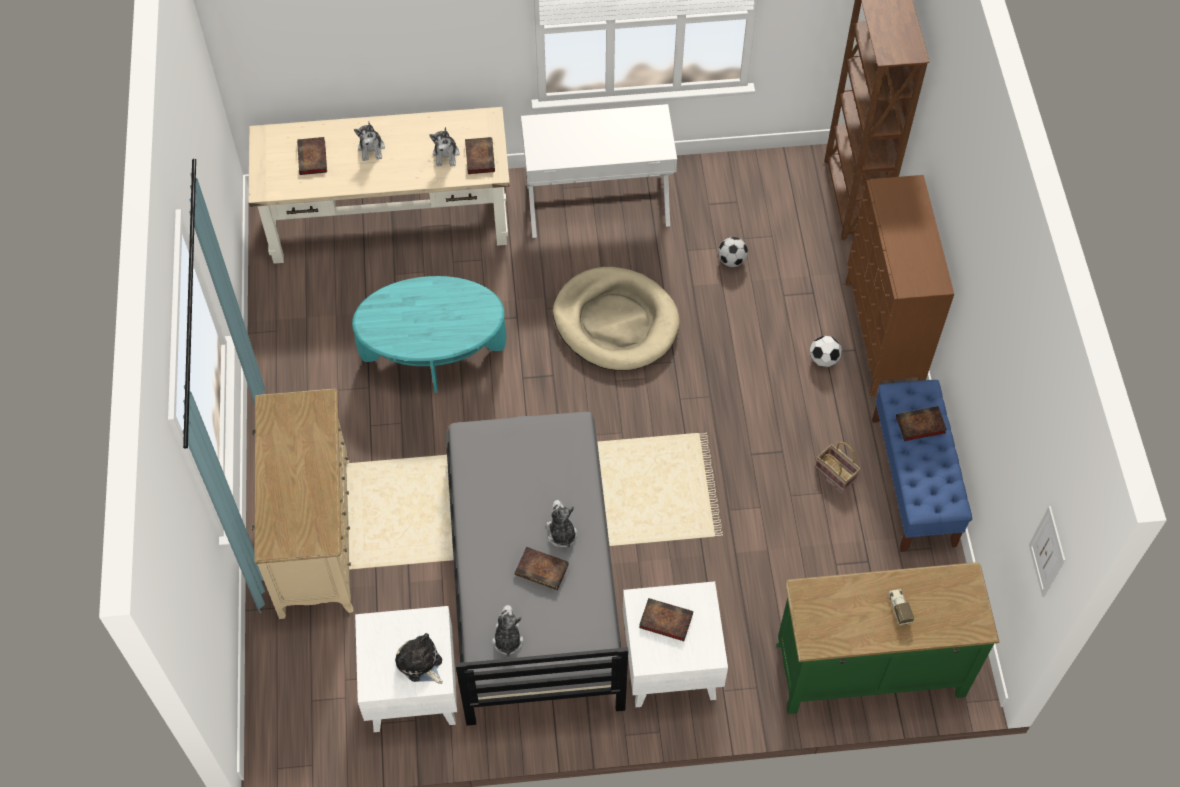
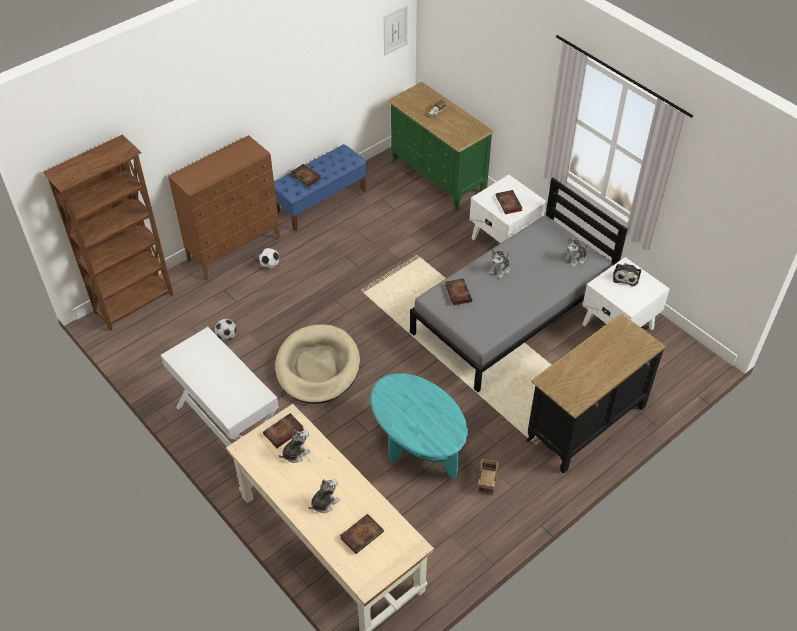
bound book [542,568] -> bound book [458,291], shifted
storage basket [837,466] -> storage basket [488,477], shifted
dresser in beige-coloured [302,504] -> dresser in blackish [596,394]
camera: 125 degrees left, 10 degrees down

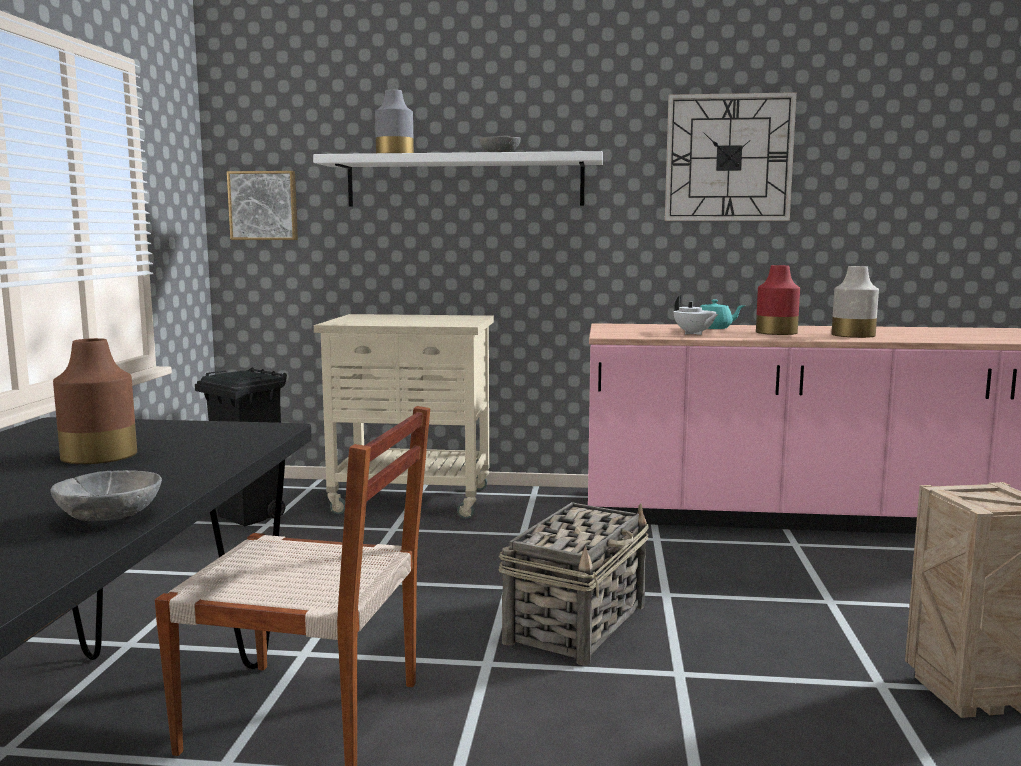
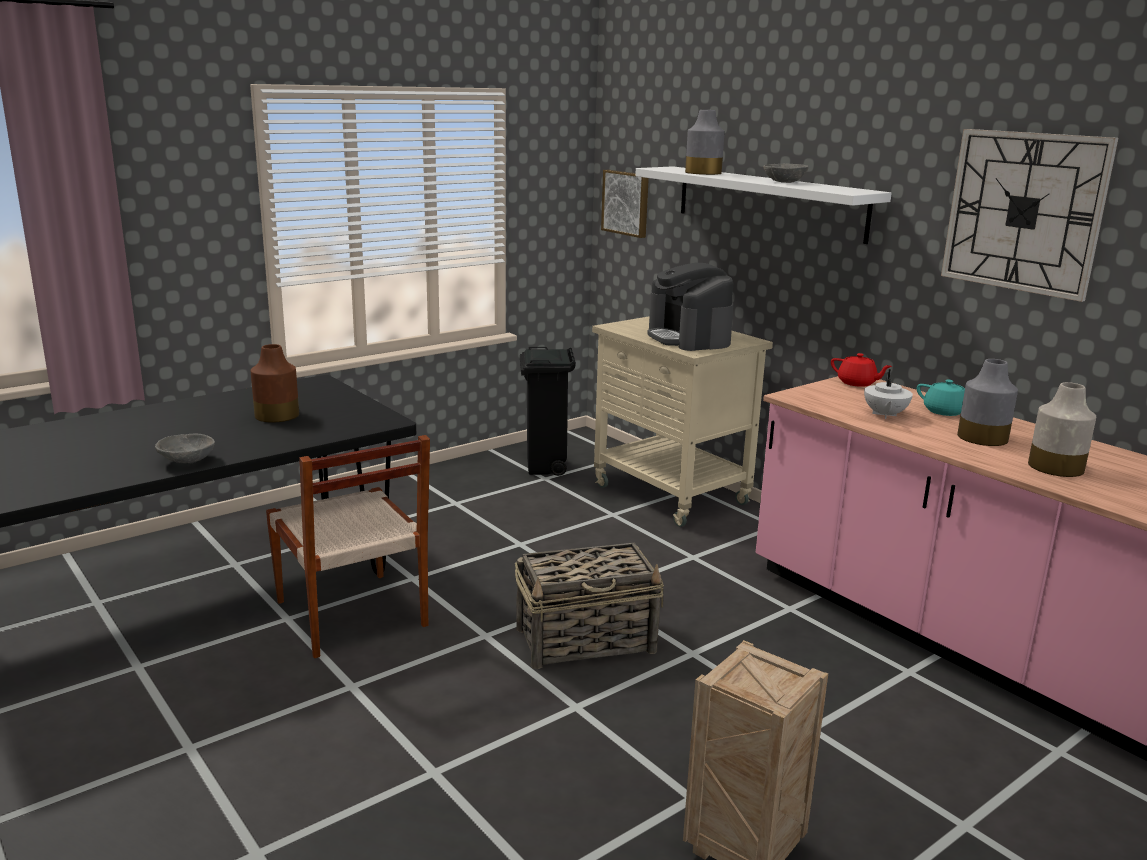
none -> coffee maker [690,307]
none -> teapot in reddish [861,370]
decorative vase in reddish [778,300] -> decorative vase in greyish [987,402]
camera: 45 degrees right, 10 degrees up

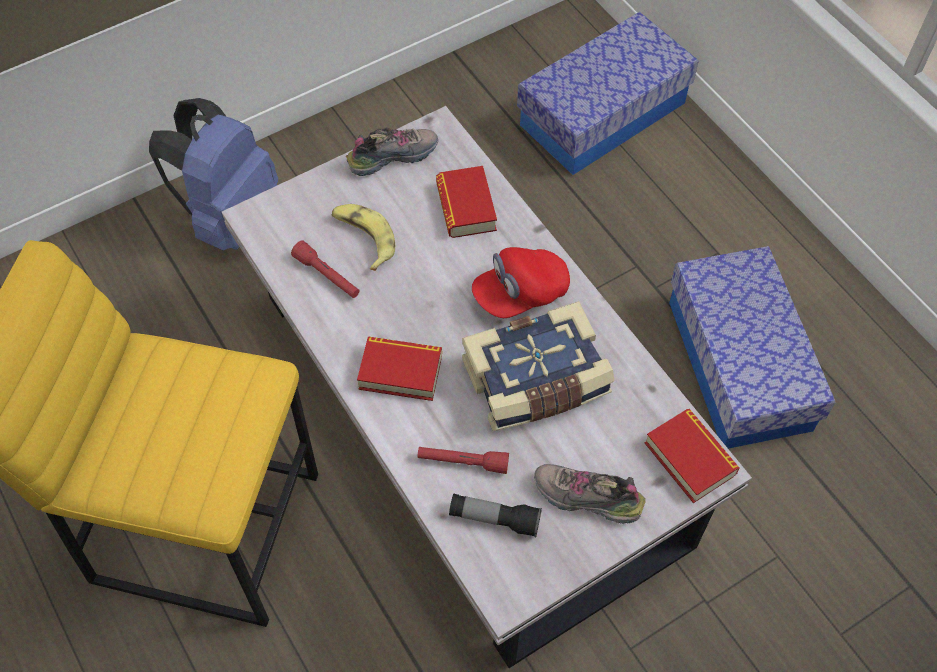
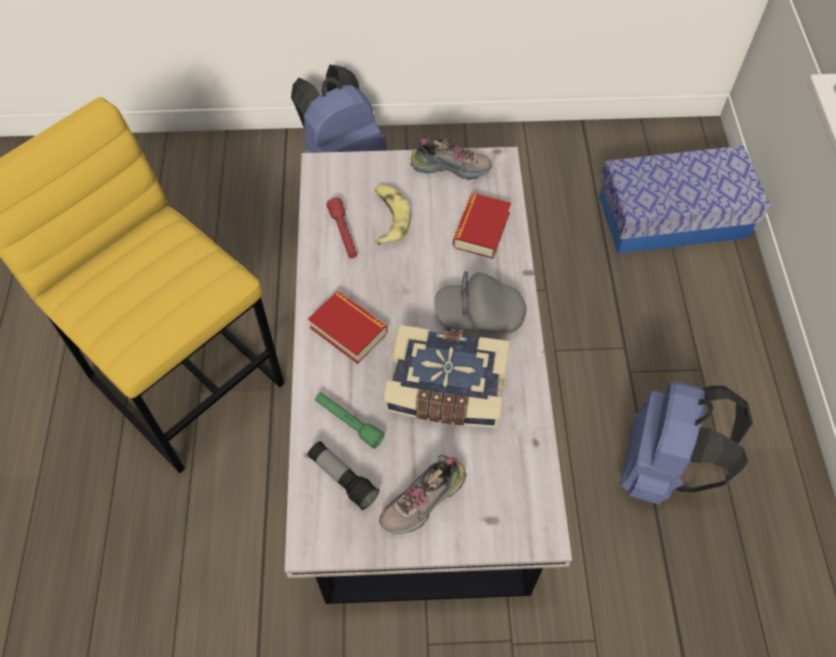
hand torch in reddish [463,460] -> hand torch in green [350,420]
item of footwear [590,494] -> item of footwear [423,494], 90 degrees counterclockwise
baseball cap in reddish [521,282] -> baseball cap in greyish [480,302]
storage bin [752,347] -> backpack in blue-coloured [686,443]
bound book [692,456] -> none
camera: 30 degrees right, 0 degrees up

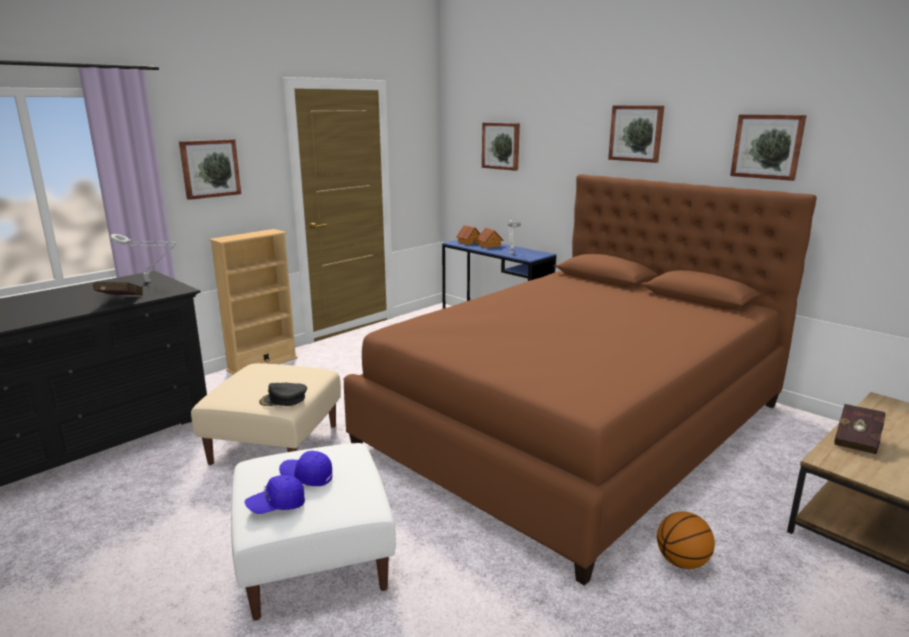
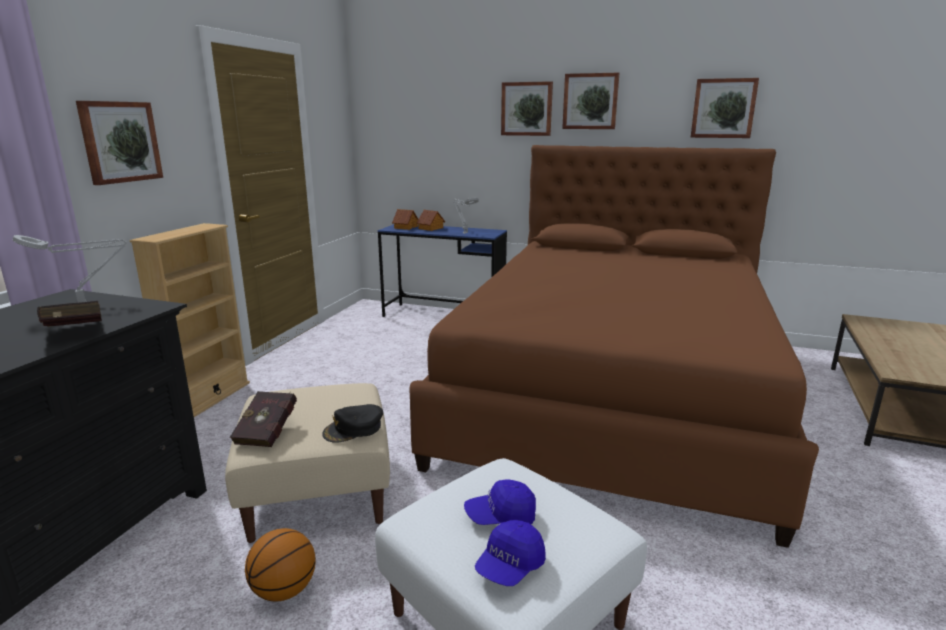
bound book in reddish [859,429] -> bound book in reddish [263,419], shifted
ball for basketball [686,540] -> ball for basketball [280,565], shifted
picture [501,146] -> picture [527,108], shifted
camera: 25 degrees left, 0 degrees up

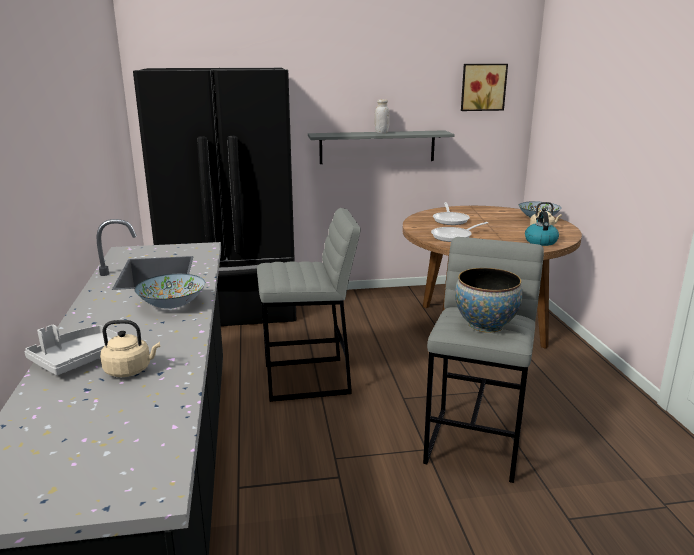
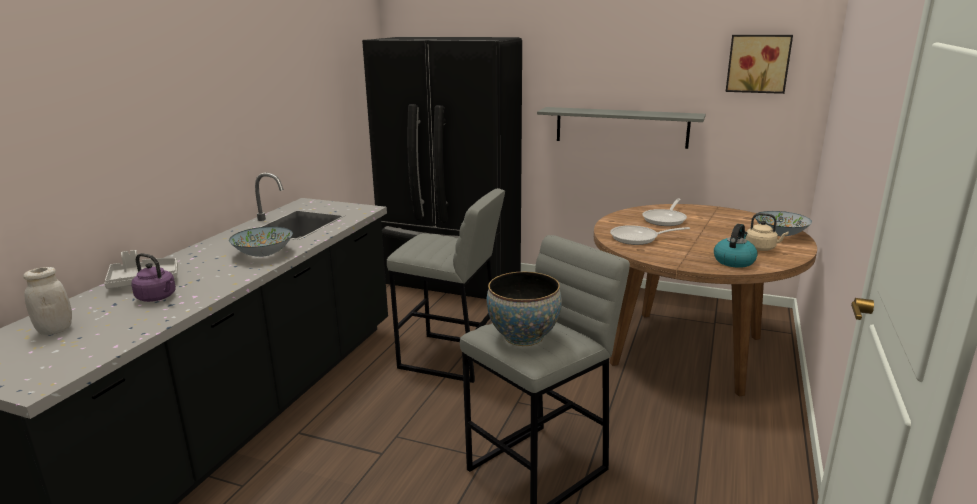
preserve jar in whitish [382,116] -> preserve jar in whitish [47,301], shifted
tea kettle in beige-coloured [130,348] -> tea kettle in purple-coloured [153,277]
camera: 30 degrees right, 0 degrees up

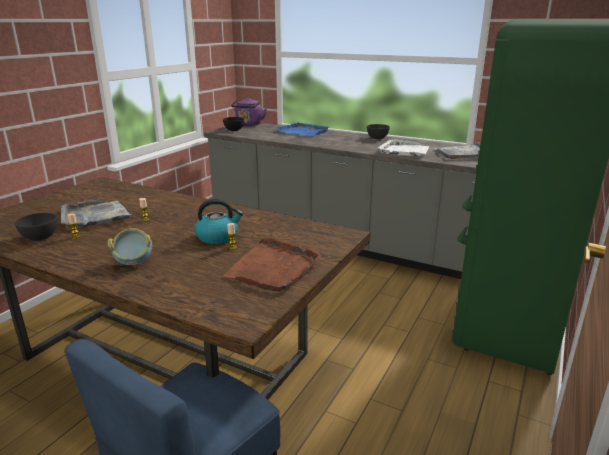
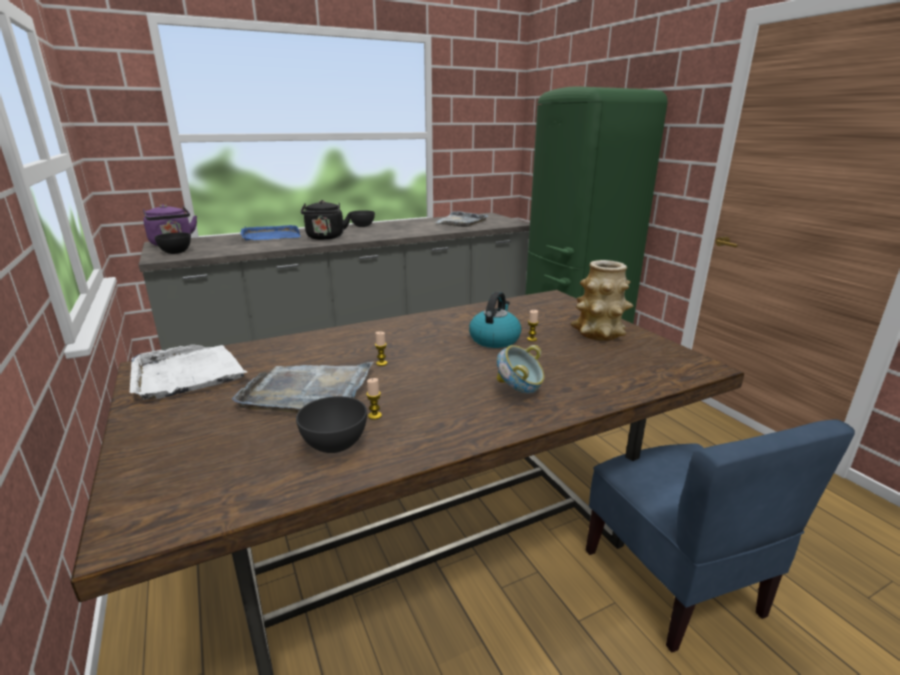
carrying tray in whitish [403,147] -> carrying tray in whitish [188,372], shifted
none -> tea kettle in blackish [326,220]
carrying tray in brown [272,264] -> decorative vase [602,300]
camera: 55 degrees left, 0 degrees up

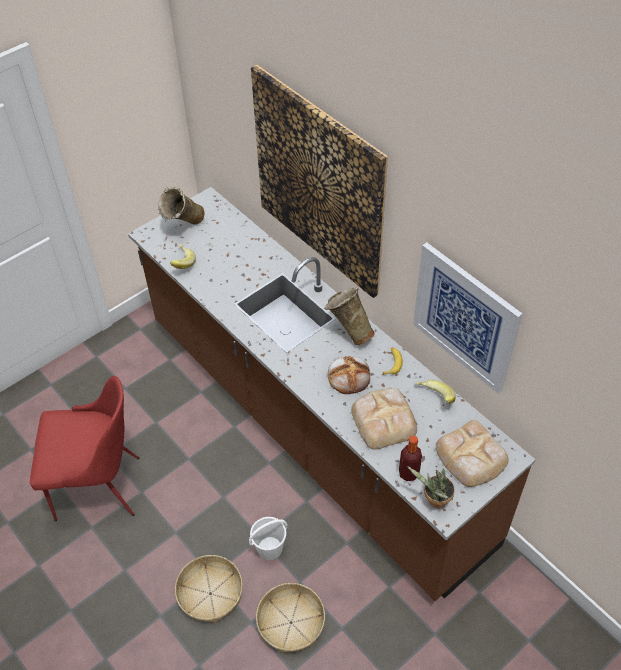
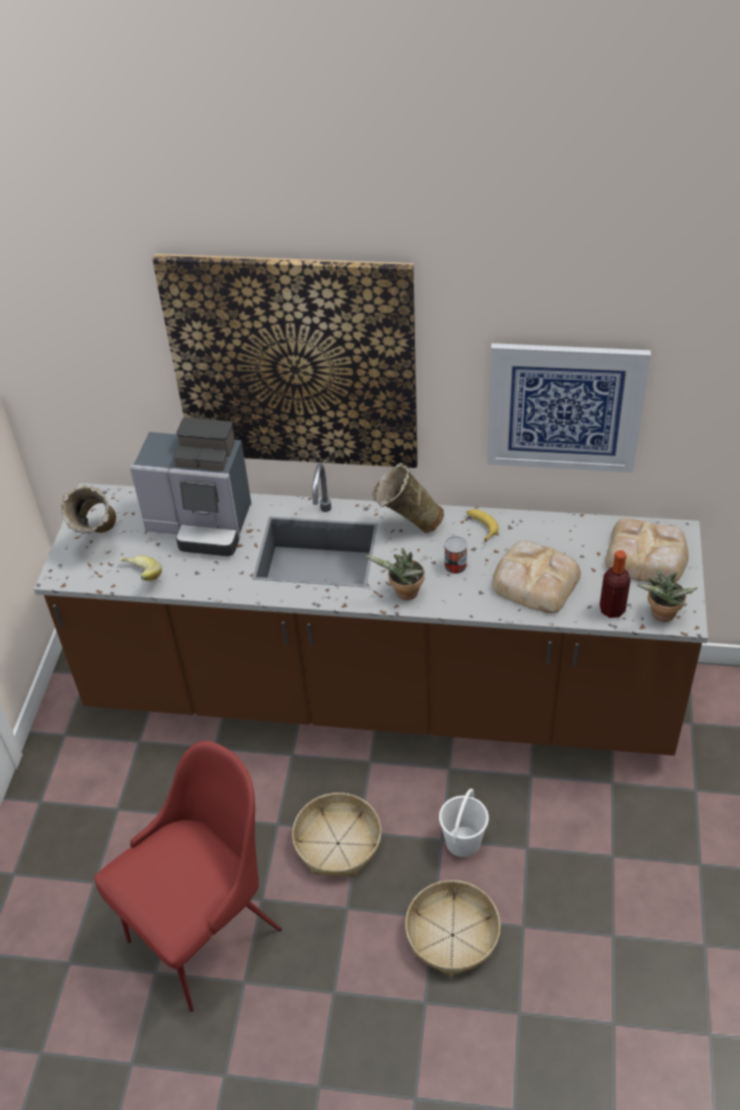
none -> coffee maker [190,486]
storage basket [290,618] -> storage basket [336,835], shifted
none -> houseplant [394,574]
baked bread [349,375] -> metal can [455,555]
banana fruit [436,392] -> none
camera: 40 degrees left, 5 degrees down

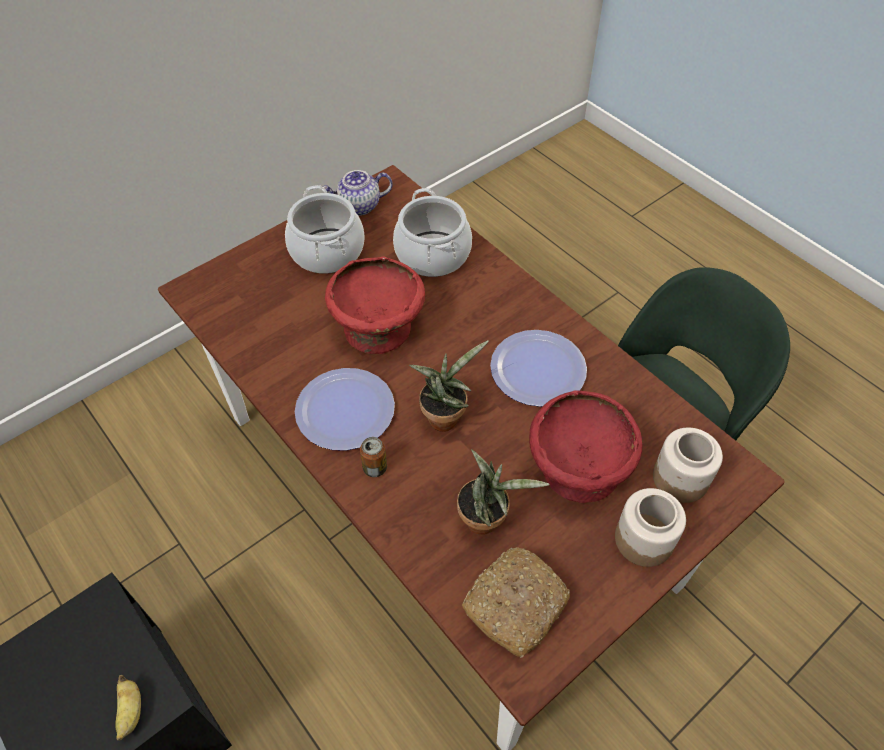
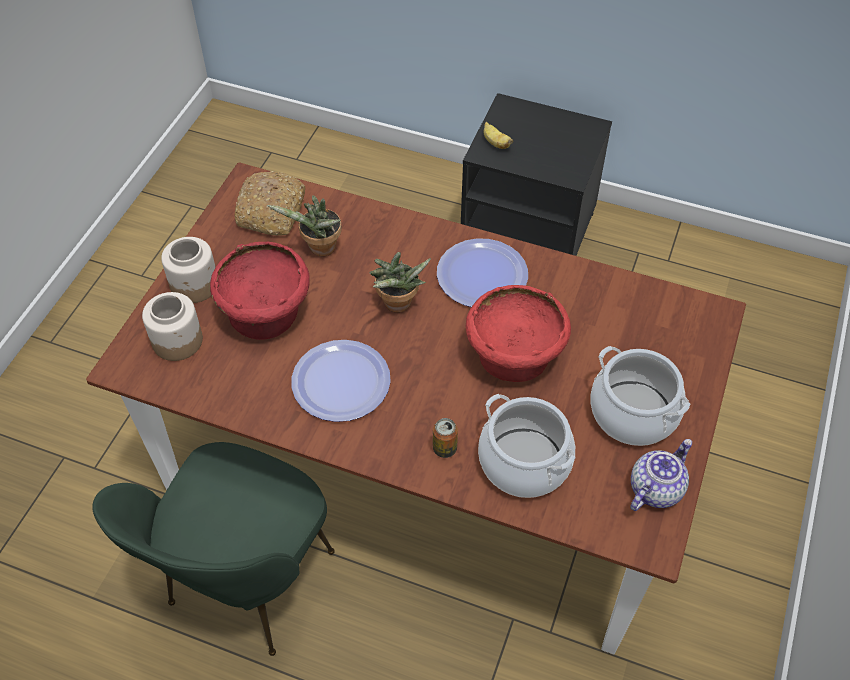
metal can [373,457] -> metal can [445,438], shifted
camera: 150 degrees right, 0 degrees up

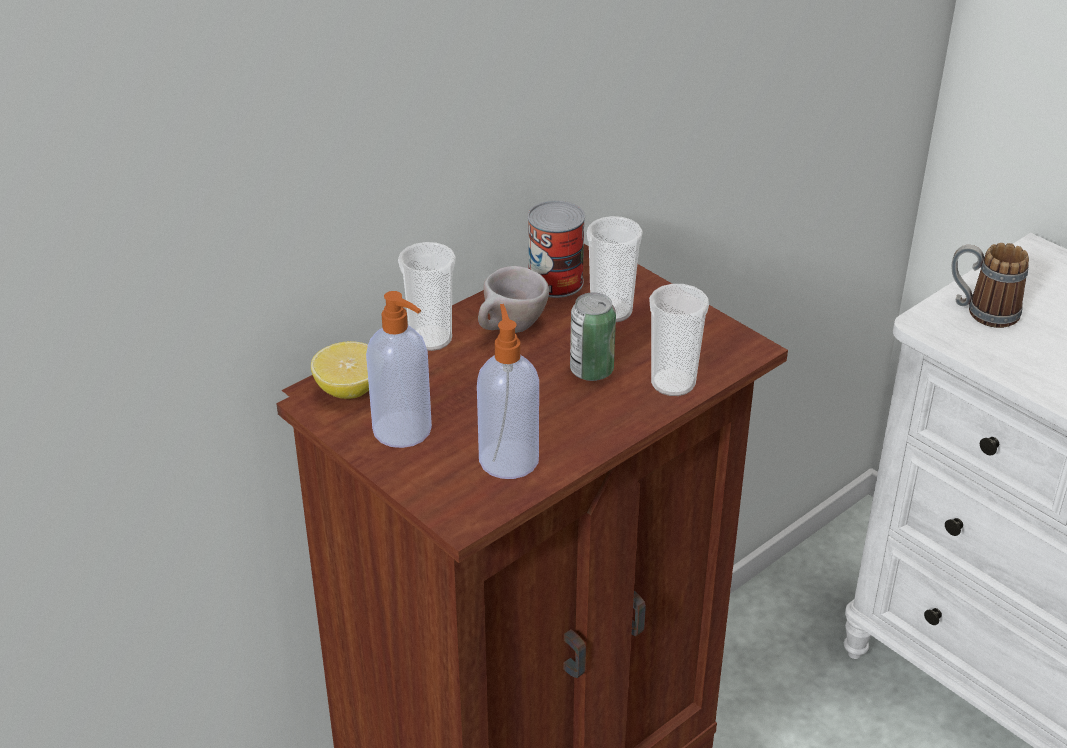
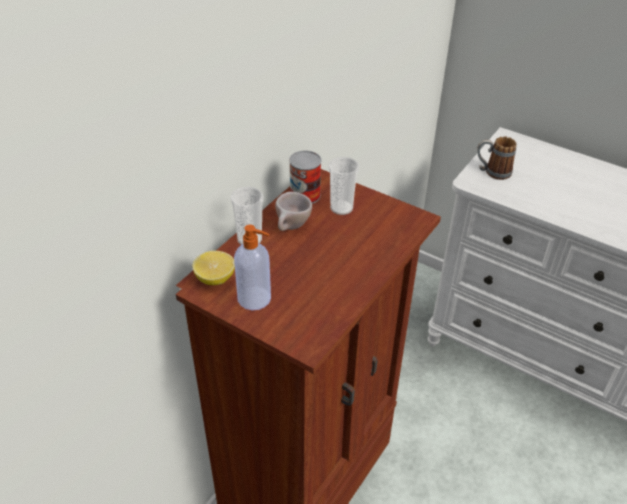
soap bottle [508,391] -> none
metal can [593,336] -> none
cup [679,340] -> none
camera: 15 degrees left, 5 degrees up

